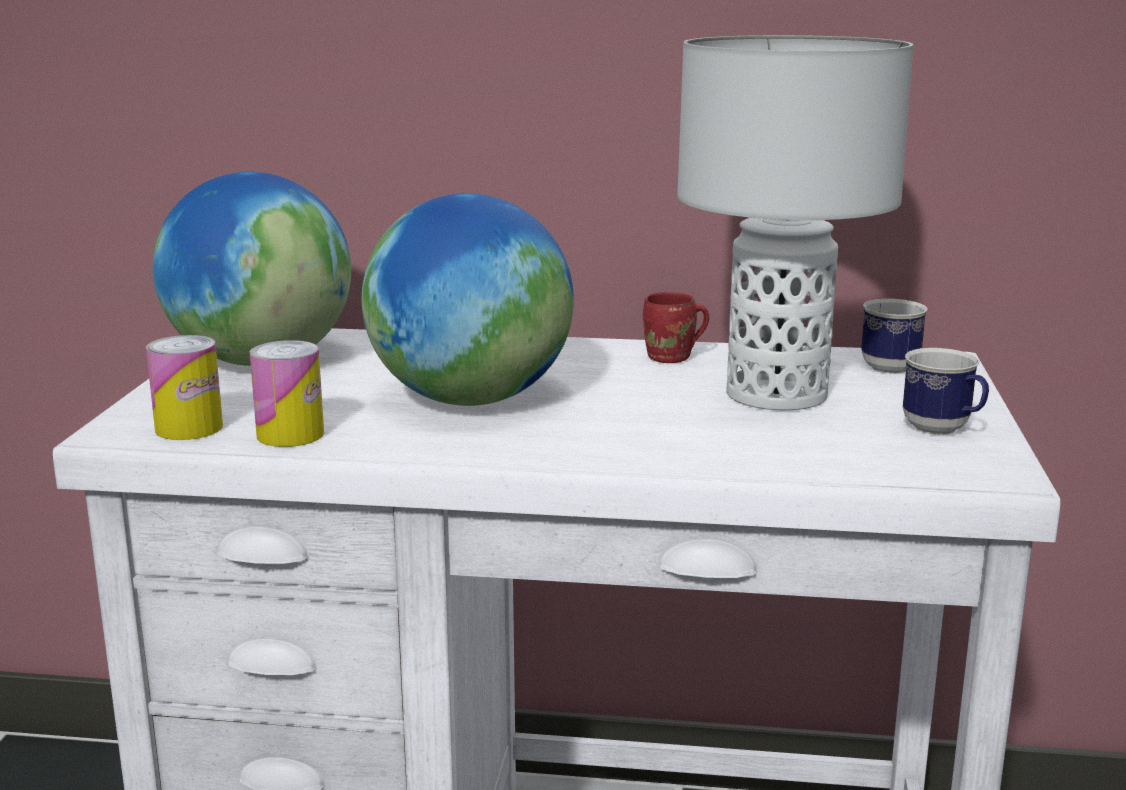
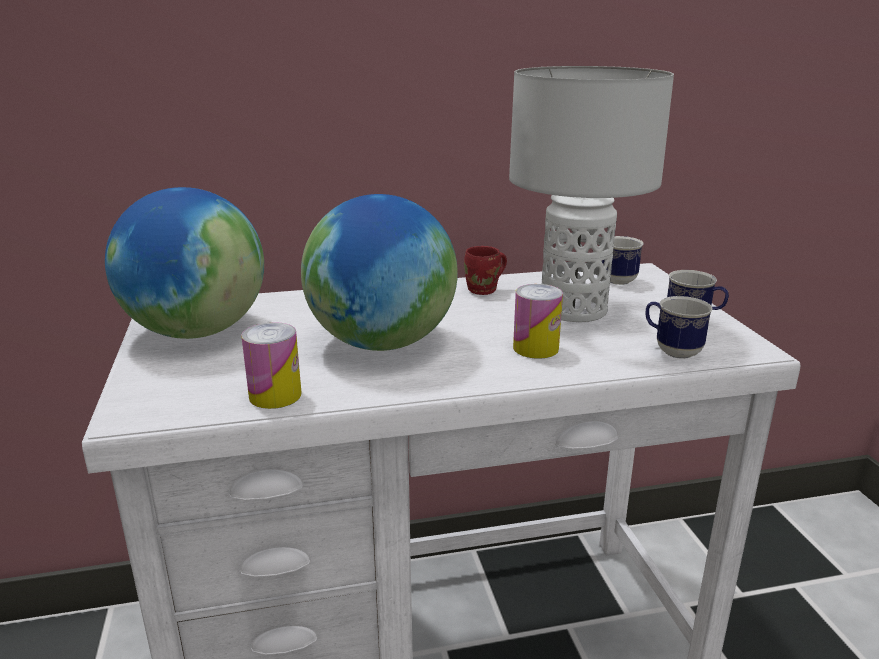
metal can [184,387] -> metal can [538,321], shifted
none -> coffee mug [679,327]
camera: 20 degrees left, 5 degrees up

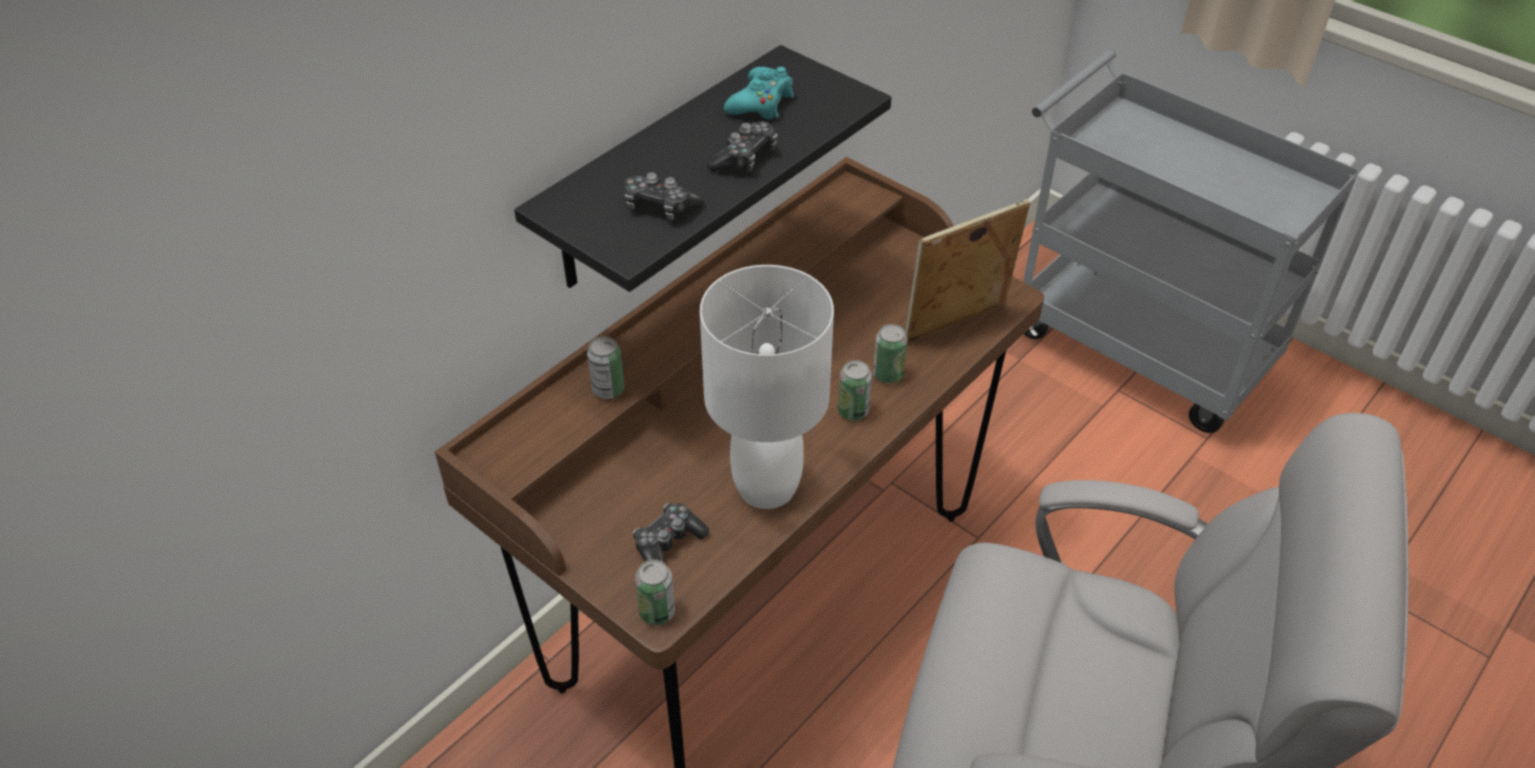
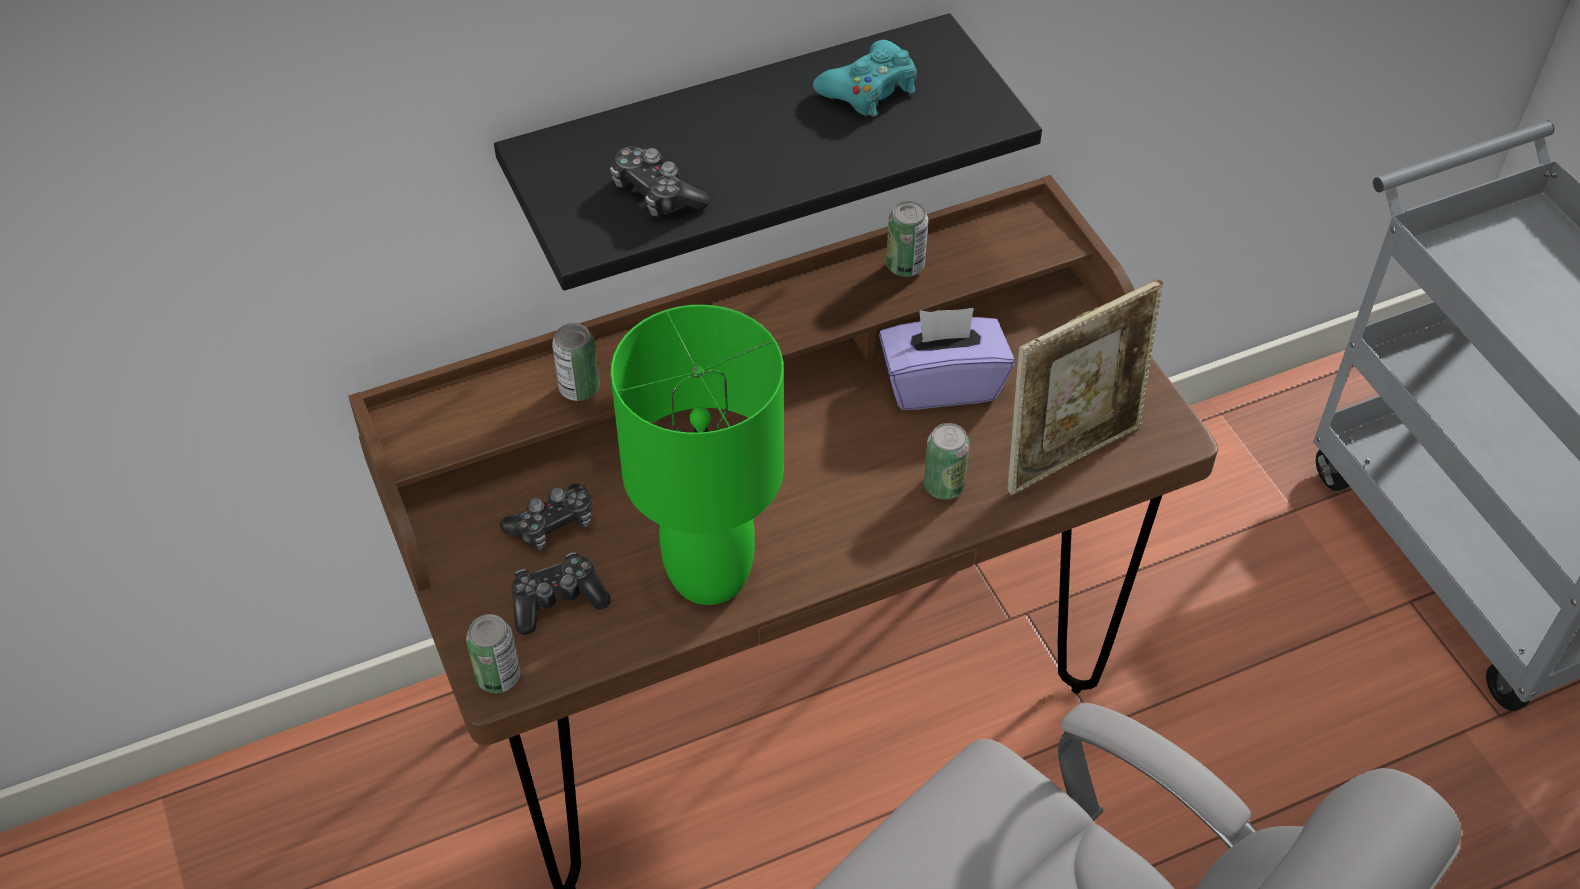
game controller [742,146] -> game controller [546,517], shifted
tabletop lamp in whitish [767,387] -> tabletop lamp in green [697,455]
none -> tissue box in purple-coloured [947,359]
metal can [855,390] -> metal can [907,239], shifted
standing frame [967,271] -> standing frame [1085,387], 150 degrees clockwise
camera: 25 degrees right, 5 degrees up

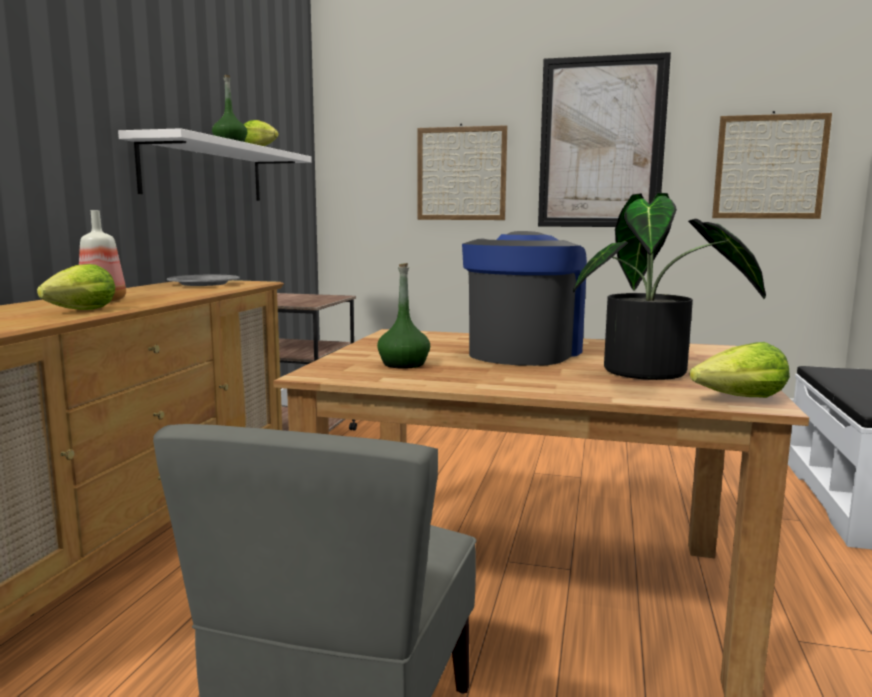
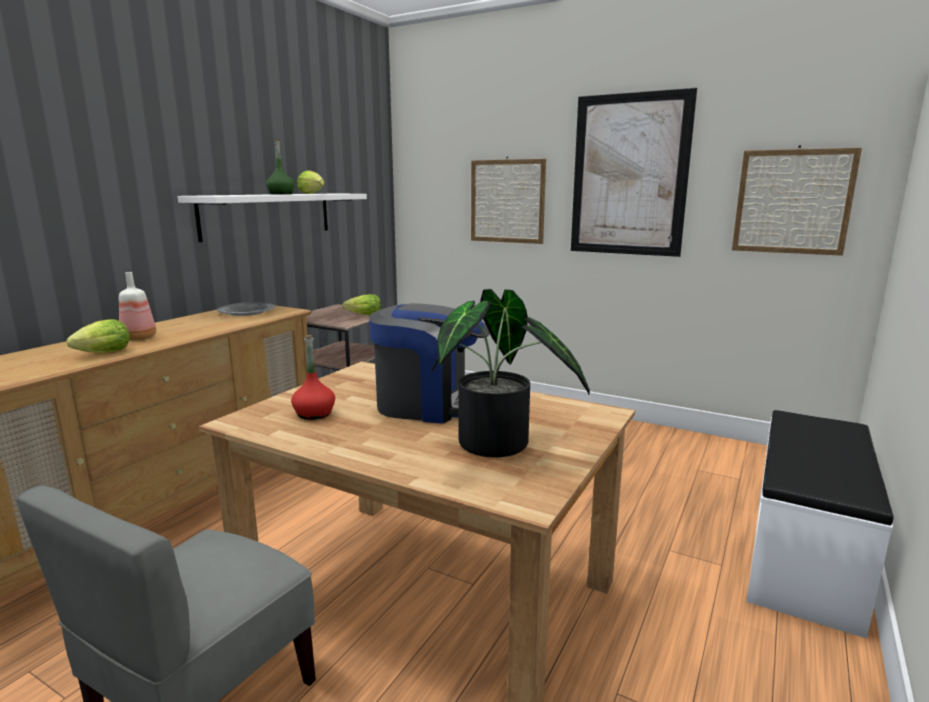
drink bottle in green [403,316] -> drink bottle in reddish [313,377]
head of lettuce [740,370] -> head of lettuce [361,304], shifted
coffee maker [524,298] -> coffee maker [429,363], 60 degrees clockwise
camera: 15 degrees right, 5 degrees up

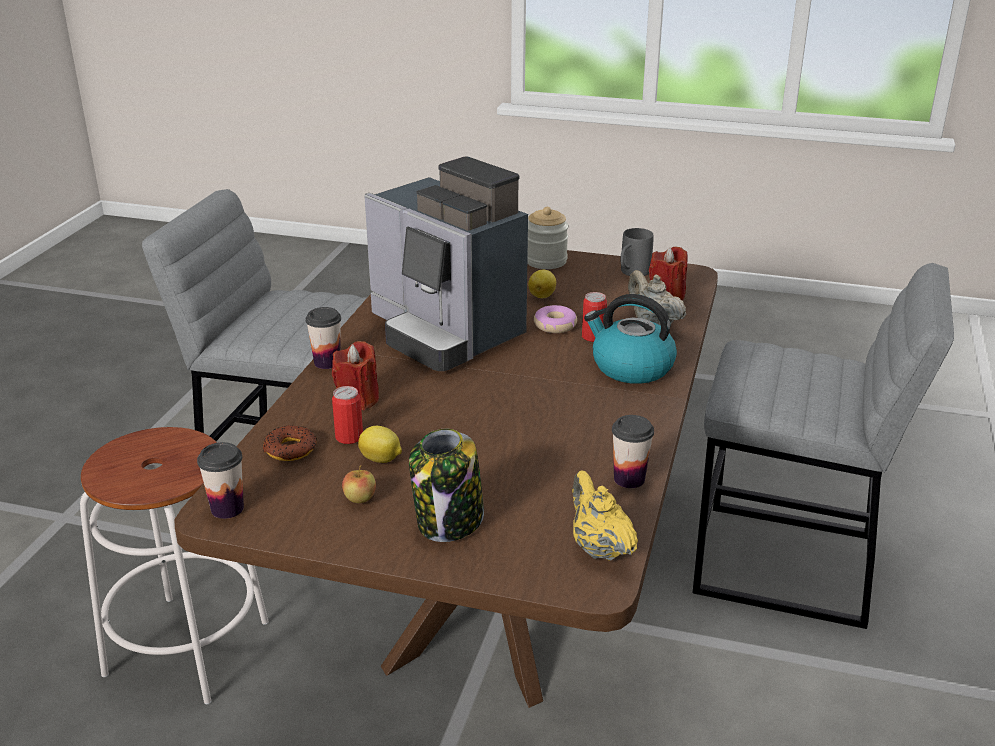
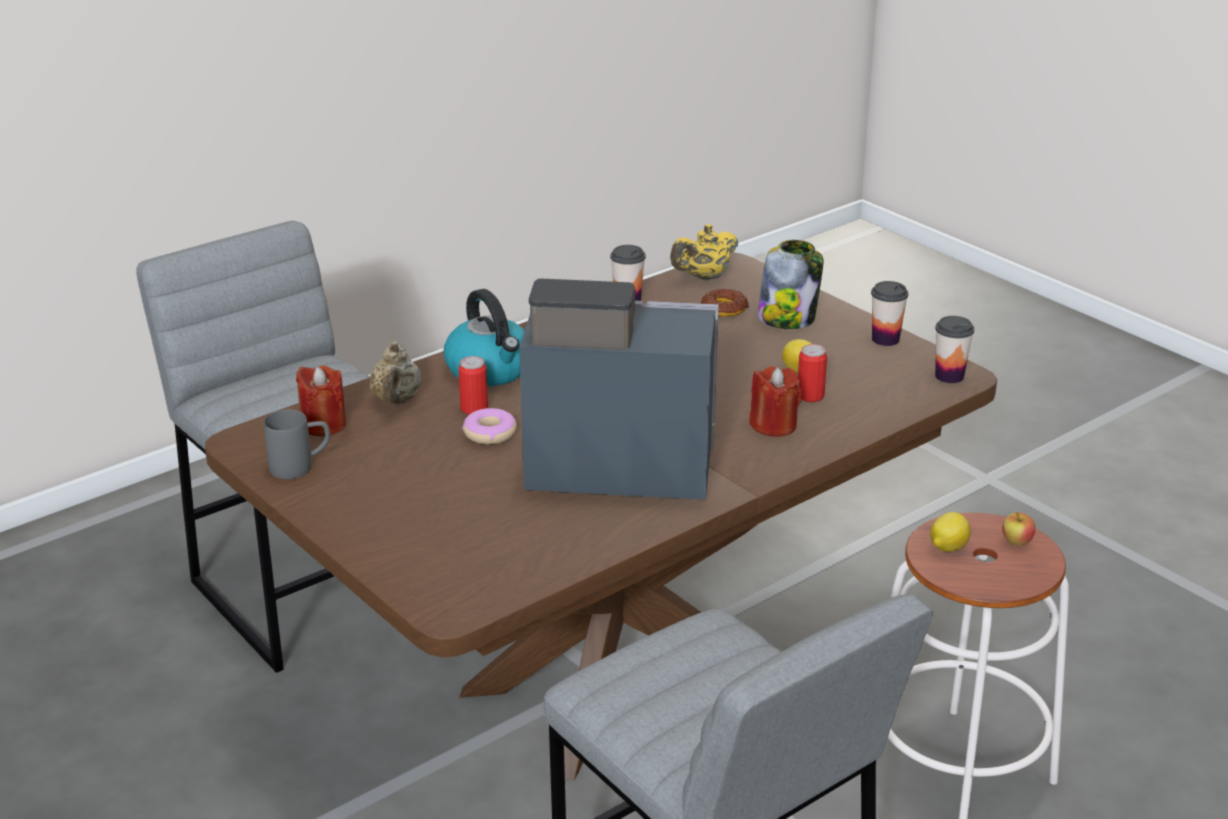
coffee maker [446,263] -> coffee maker [619,389], 75 degrees counterclockwise
teapot in yellowish [605,515] -> teapot in yellowish [704,252], 45 degrees clockwise
doughnut [289,443] -> doughnut [725,303], shifted
cup [323,338] -> cup [889,313], shifted
whole lemon [542,283] -> whole lemon [950,532], shifted
apple fruit [359,484] -> apple fruit [1019,528], shifted
preserve jar [548,238] -> none
camera: 145 degrees left, 0 degrees up

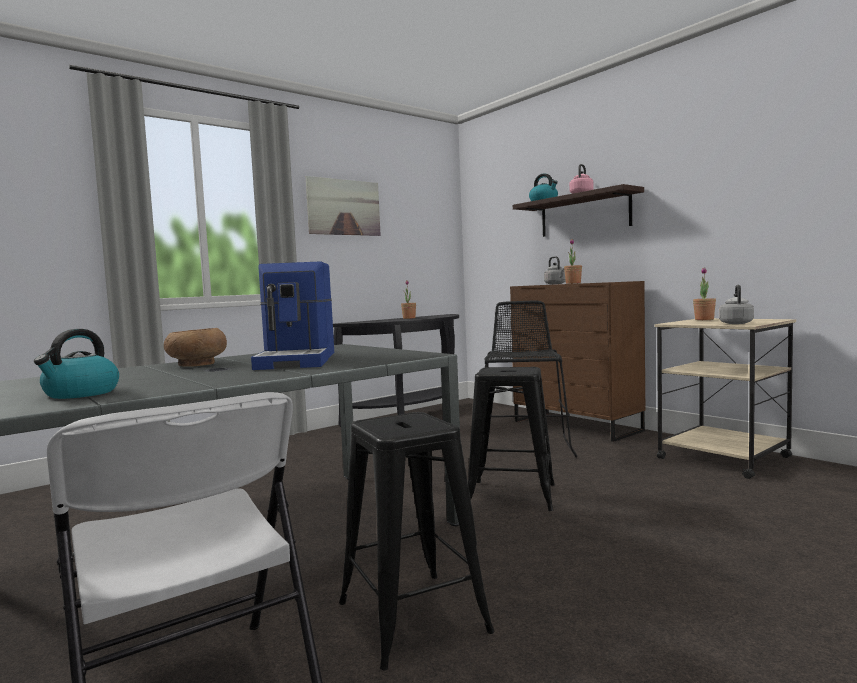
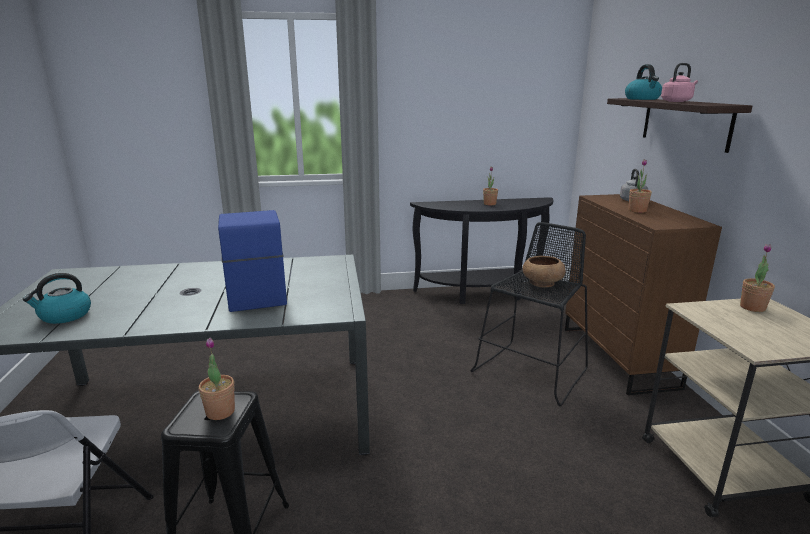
none -> houseplant [217,379]
coffee maker [292,315] -> coffee maker [252,261], 135 degrees clockwise
serving bowl in brown [195,347] -> serving bowl in brown [544,271], shifted
picture [343,206] -> none
sitting stool in blackish [511,439] -> none
tea kettle in greyish [736,304] -> none
camera: 30 degrees right, 15 degrees up

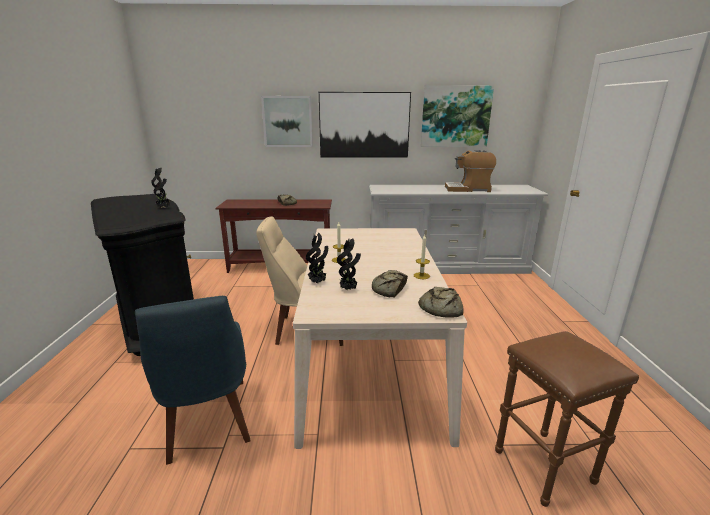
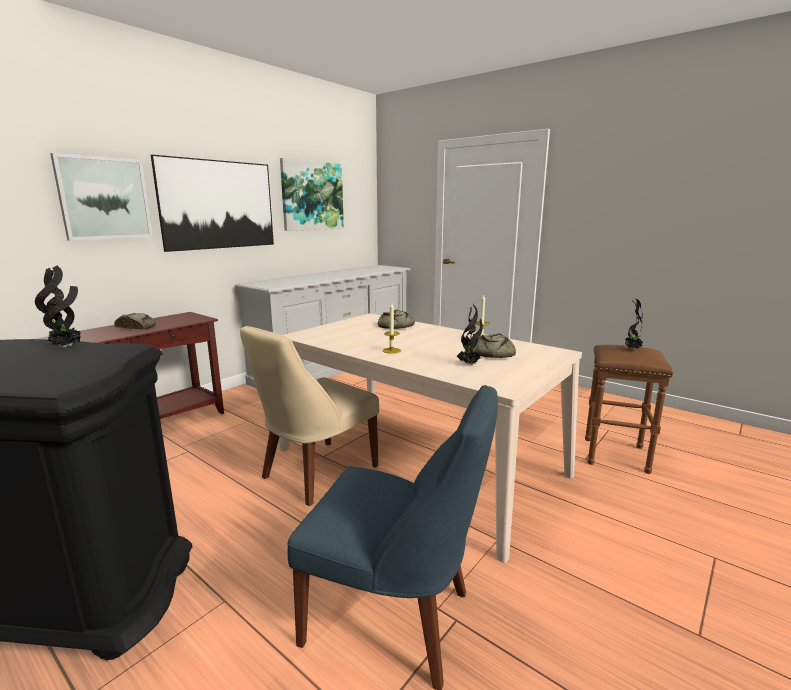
baked bread [441,302] -> baked bread [396,319], shifted
houseplant [317,258] -> houseplant [634,324], shifted
coffee maker [470,171] -> none
camera: 50 degrees left, 5 degrees down

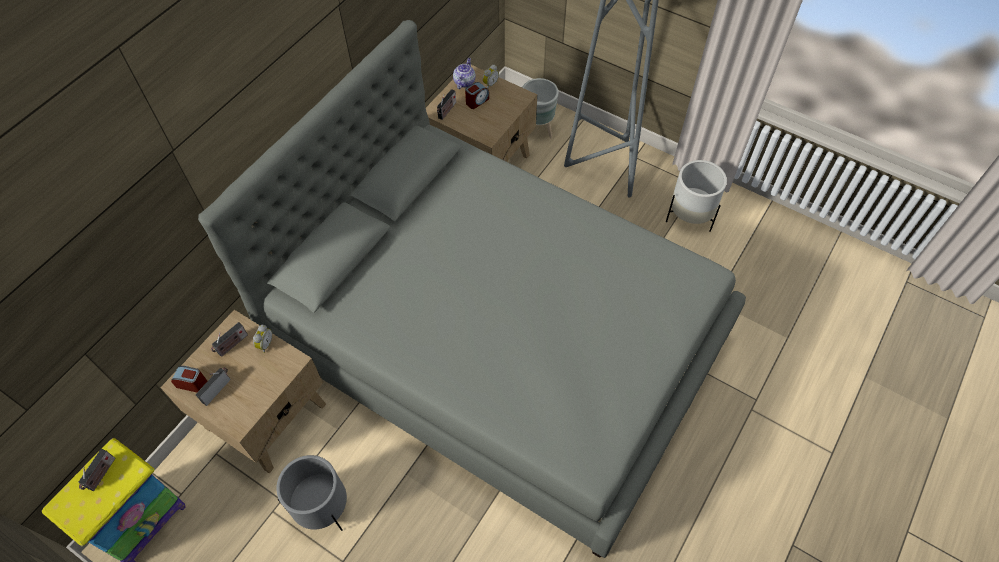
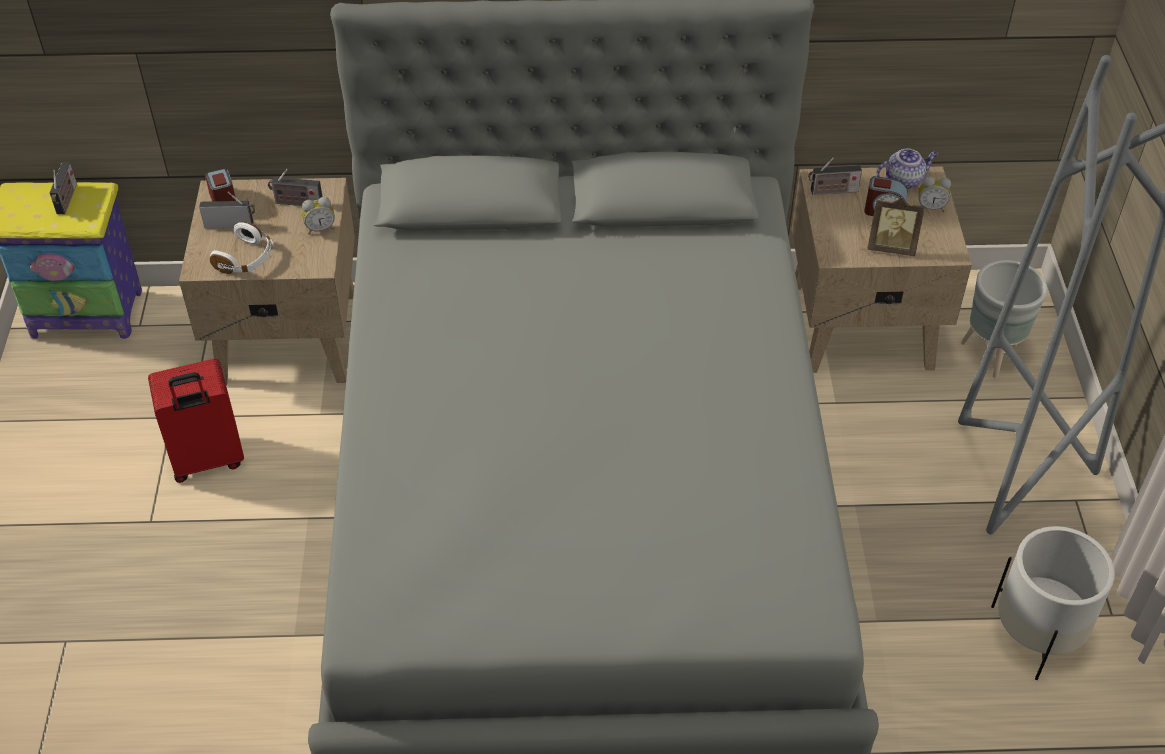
radio set [96,470] -> radio set [63,188], 75 degrees counterclockwise
planter in greyish [311,493] -> suitcase in reddish [196,421]
none -> pair of headphones in whitish [242,248]
none -> standing frame [896,227]
camera: 55 degrees right, 10 degrees down

